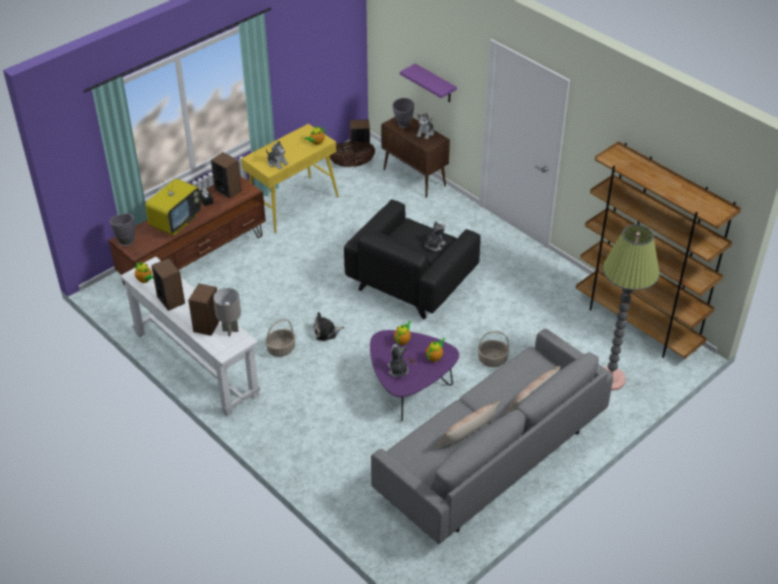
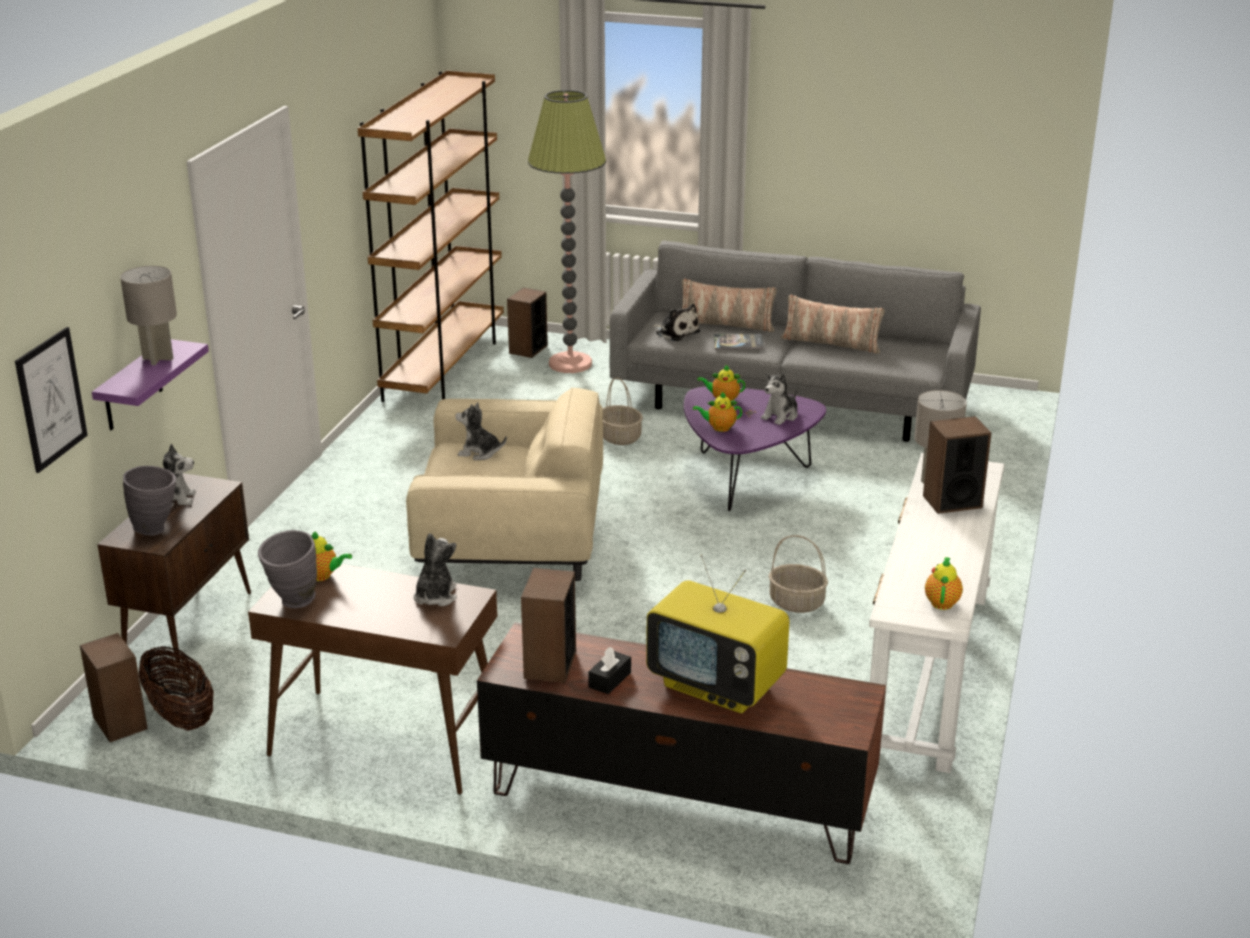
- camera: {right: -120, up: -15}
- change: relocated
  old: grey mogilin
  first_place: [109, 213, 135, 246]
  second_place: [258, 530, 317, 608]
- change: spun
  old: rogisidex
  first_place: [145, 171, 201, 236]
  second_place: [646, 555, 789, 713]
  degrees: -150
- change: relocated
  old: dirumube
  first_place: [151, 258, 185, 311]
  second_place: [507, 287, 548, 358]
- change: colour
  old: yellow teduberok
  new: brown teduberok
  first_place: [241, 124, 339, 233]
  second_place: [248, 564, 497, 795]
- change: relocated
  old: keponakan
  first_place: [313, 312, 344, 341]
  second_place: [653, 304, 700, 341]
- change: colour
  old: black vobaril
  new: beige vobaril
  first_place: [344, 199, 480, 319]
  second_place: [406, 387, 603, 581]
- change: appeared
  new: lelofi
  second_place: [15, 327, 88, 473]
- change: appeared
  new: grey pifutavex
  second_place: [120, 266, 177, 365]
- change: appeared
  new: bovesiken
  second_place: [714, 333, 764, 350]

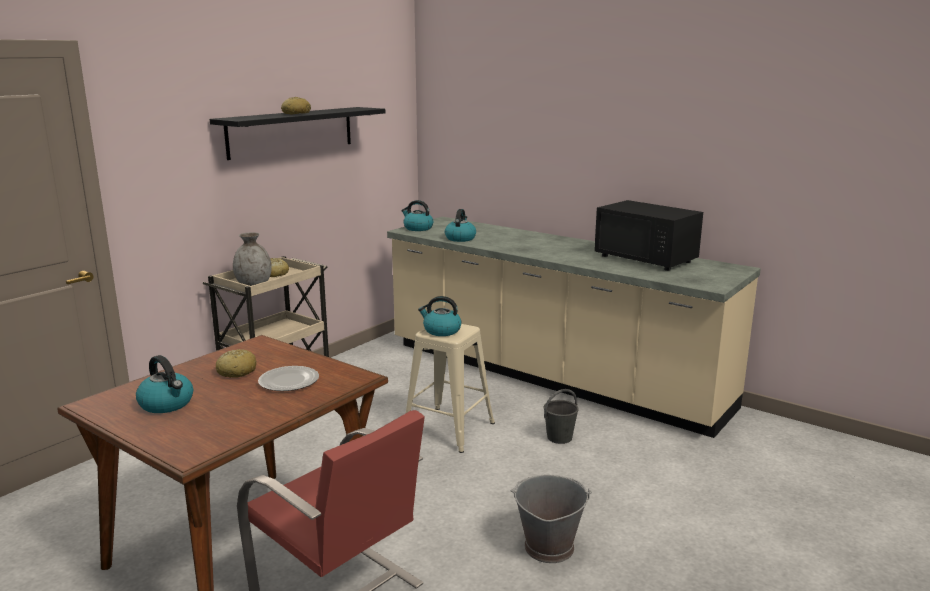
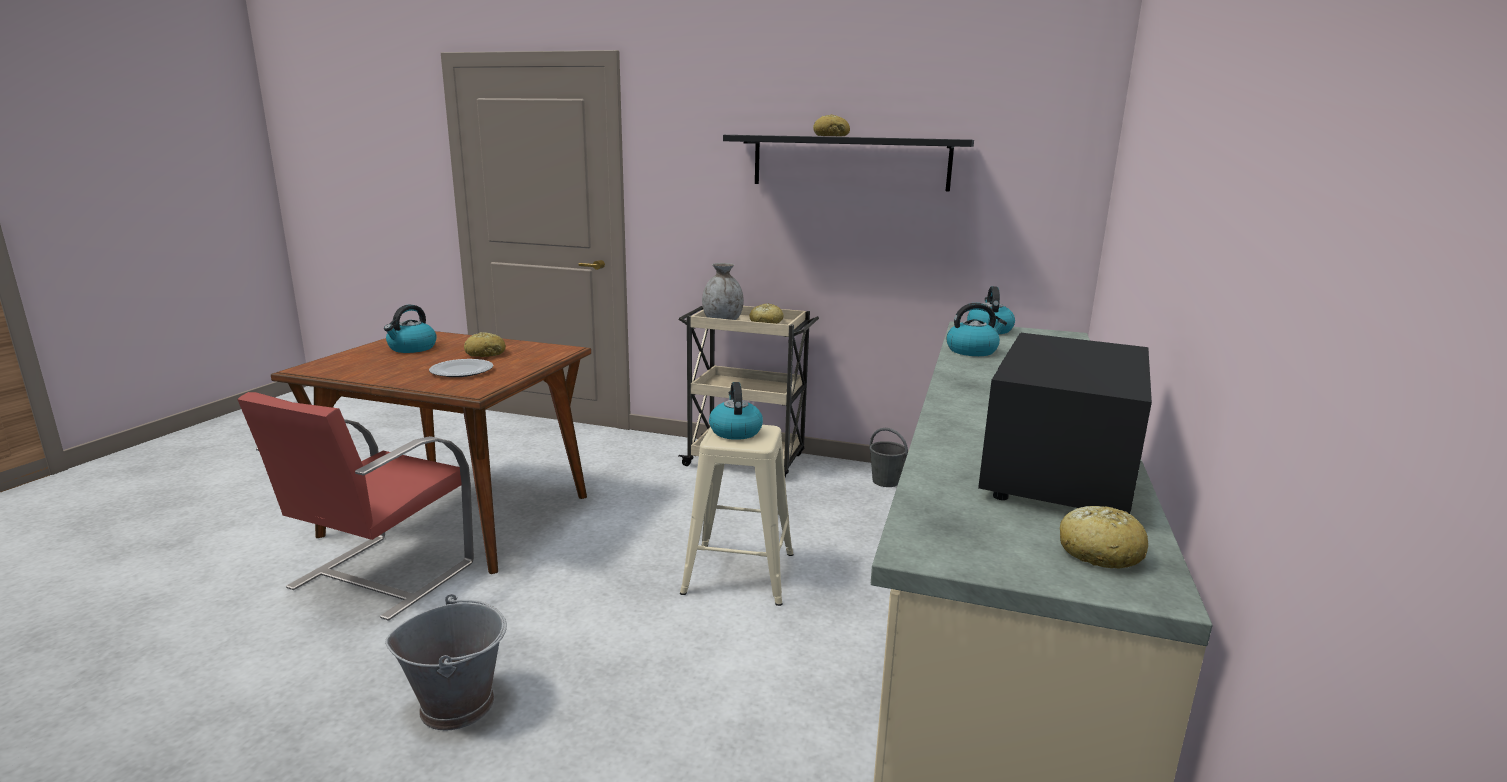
- camera: {right: 70, up: 0}
- change: relocated
  old: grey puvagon
  first_place: [543, 389, 579, 444]
  second_place: [869, 428, 908, 487]
- change: appeared
  new: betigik
  second_place: [1060, 506, 1148, 568]

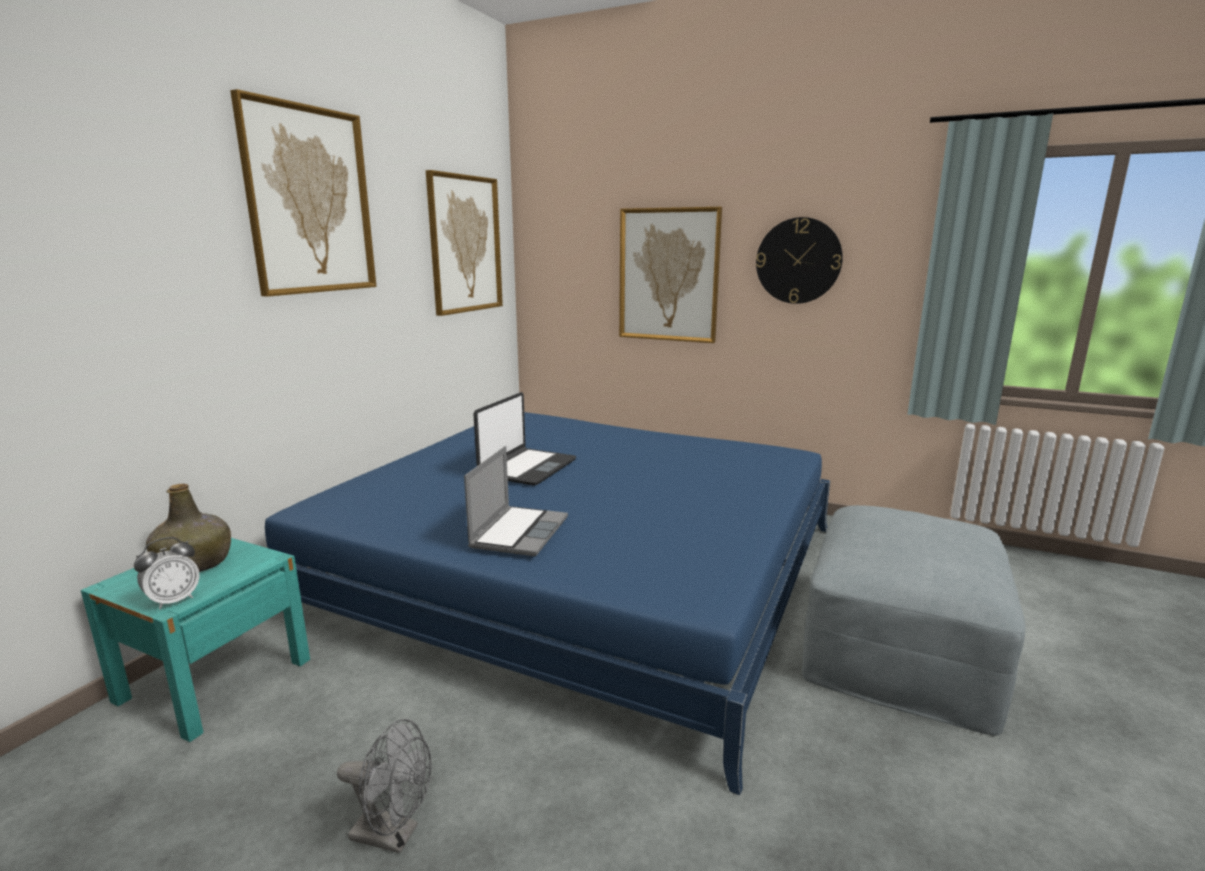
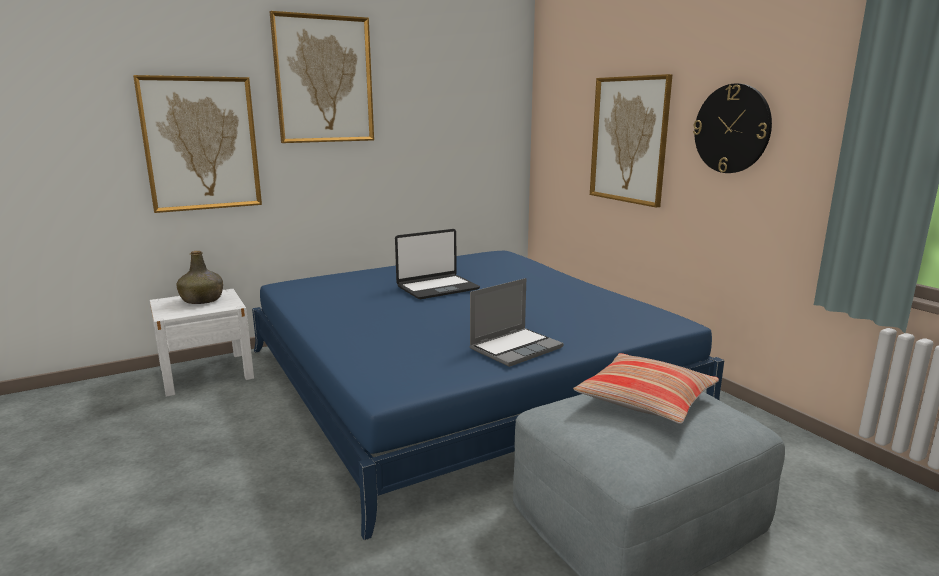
- camera: {right: 35, up: 0}
- change: colour
  old: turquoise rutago
  new: white rutago
  first_place: [81, 538, 310, 742]
  second_place: [150, 289, 254, 397]
- change: missing
  old: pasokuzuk
  first_place: [134, 537, 200, 610]
- change: missing
  old: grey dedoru
  first_place: [337, 719, 431, 853]
- change: relocated
  old: lelofi
  first_place: [426, 170, 503, 316]
  second_place: [133, 75, 262, 213]
- change: relocated
  old: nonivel
  first_place: [464, 446, 568, 557]
  second_place: [470, 278, 564, 367]
- change: appeared
  new: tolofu
  second_place: [573, 353, 719, 424]

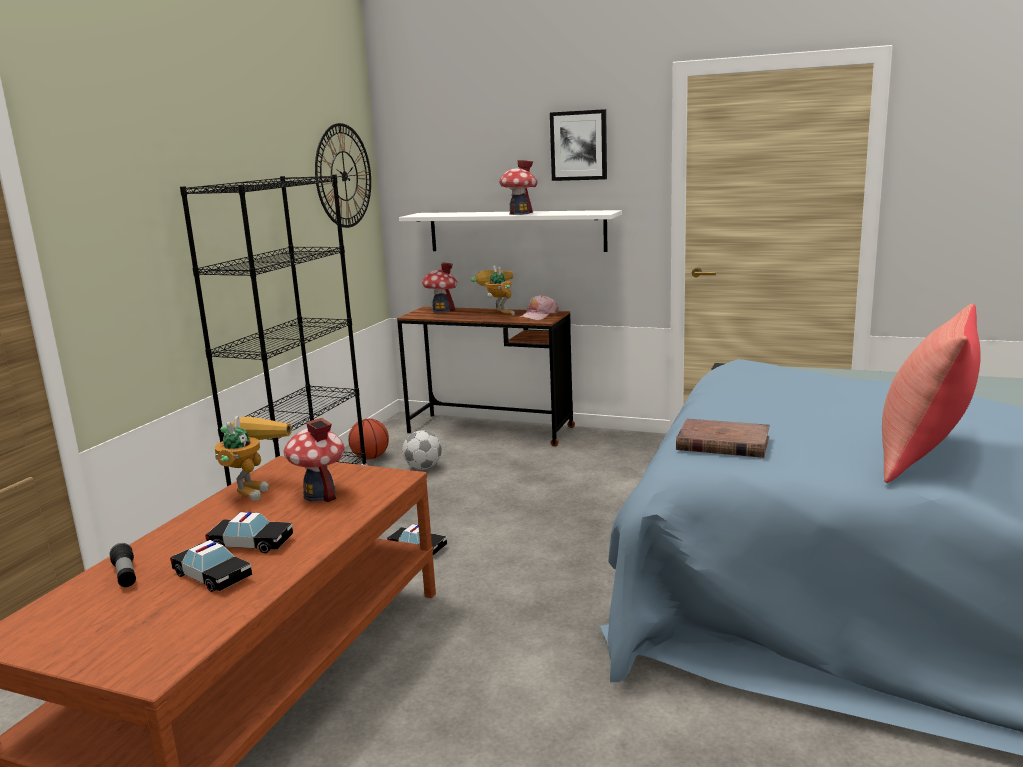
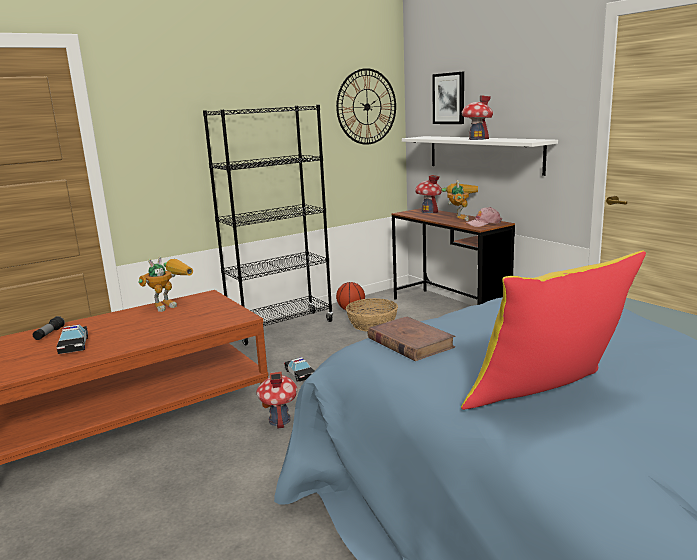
- camera: {right: 35, up: 0}
- change: missing
  old: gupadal
  first_place: [205, 512, 293, 553]
- change: relocated
  old: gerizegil
  first_place: [283, 418, 344, 502]
  second_place: [256, 372, 297, 429]
- change: exchanged
  old: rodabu
  new: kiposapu
  first_place: [402, 431, 442, 470]
  second_place: [346, 298, 398, 332]
- change: relocated
  old: lelofi
  first_place: [550, 109, 607, 181]
  second_place: [432, 72, 464, 124]
- change: colour
  old: red tolofu
  new: yellow tolofu
  first_place: [882, 304, 981, 483]
  second_place: [461, 251, 646, 410]

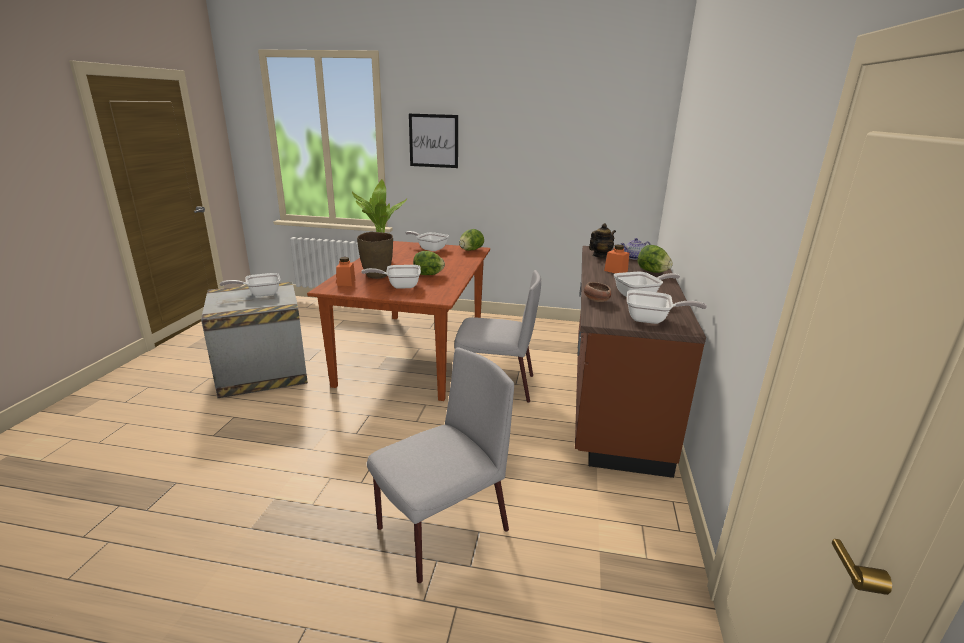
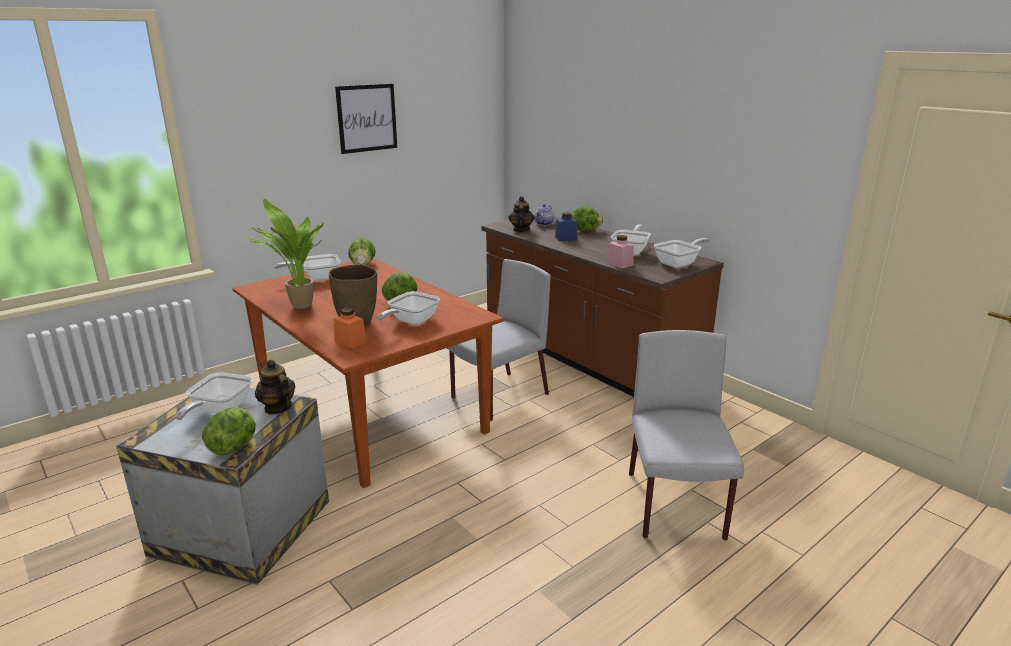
- camera: {right: -50, up: 0}
- change: relocated
  old: lelofi
  first_place: [409, 114, 458, 168]
  second_place: [335, 84, 397, 154]
- change: exchanged
  old: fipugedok
  new: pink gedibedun
  first_place: [584, 282, 611, 302]
  second_place: [607, 235, 634, 268]
- change: colour
  old: orange gedibedun
  new: blue gedibedun
  first_place: [604, 245, 629, 273]
  second_place: [555, 212, 577, 241]
- change: appeared
  new: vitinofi
  second_place: [202, 407, 256, 456]
- change: appeared
  new: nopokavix
  second_place: [255, 359, 295, 414]

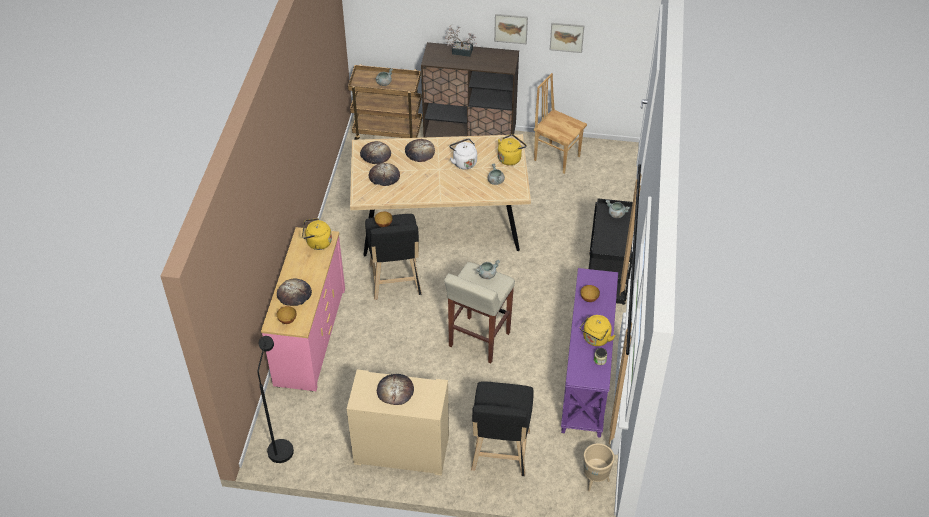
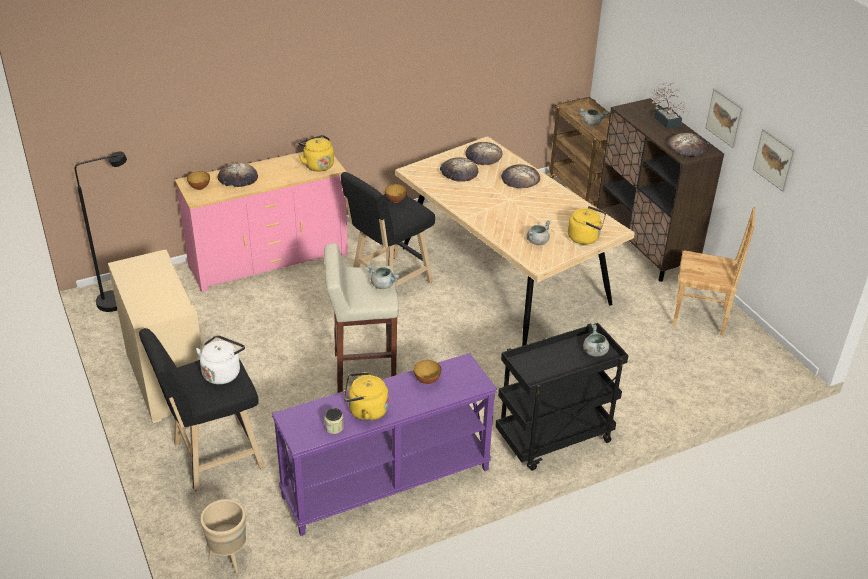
- camera: {right: 55, up: -10}
- change: relocated
  old: betigik
  first_place: [377, 374, 414, 405]
  second_place: [668, 133, 709, 157]
- change: relocated
  old: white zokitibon
  first_place: [450, 138, 477, 169]
  second_place: [196, 335, 245, 384]
- change: spun
  old: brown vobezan
  first_place: [534, 73, 587, 174]
  second_place: [673, 207, 755, 336]
  degrees: 105

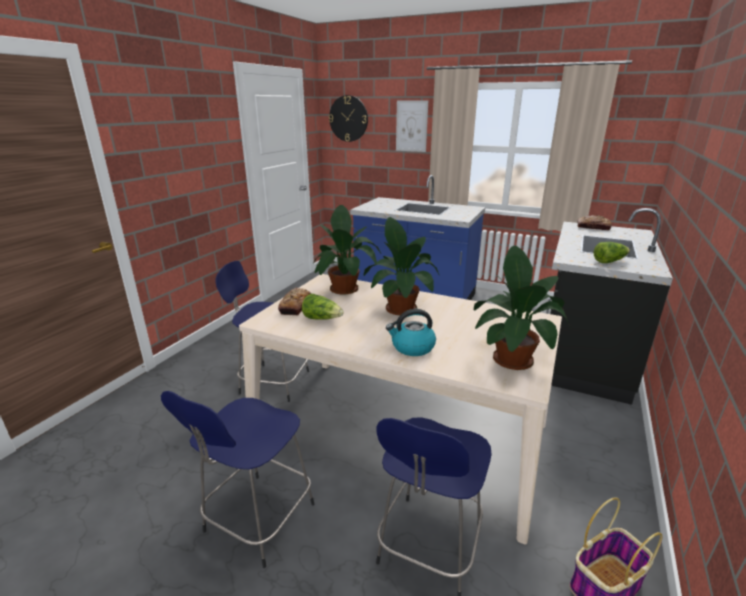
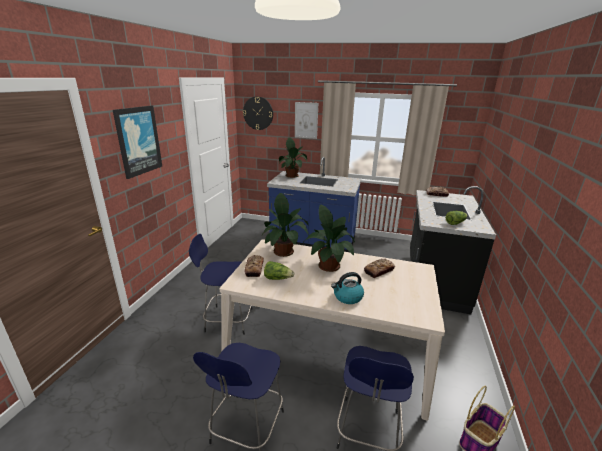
- camera: {right: -10, up: 0}
- change: relocated
  old: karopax
  first_place: [474, 246, 570, 370]
  second_place: [278, 137, 308, 178]
- change: appeared
  new: lelofi
  second_place: [113, 106, 162, 179]
- change: appeared
  new: betigik
  second_place: [364, 259, 395, 278]

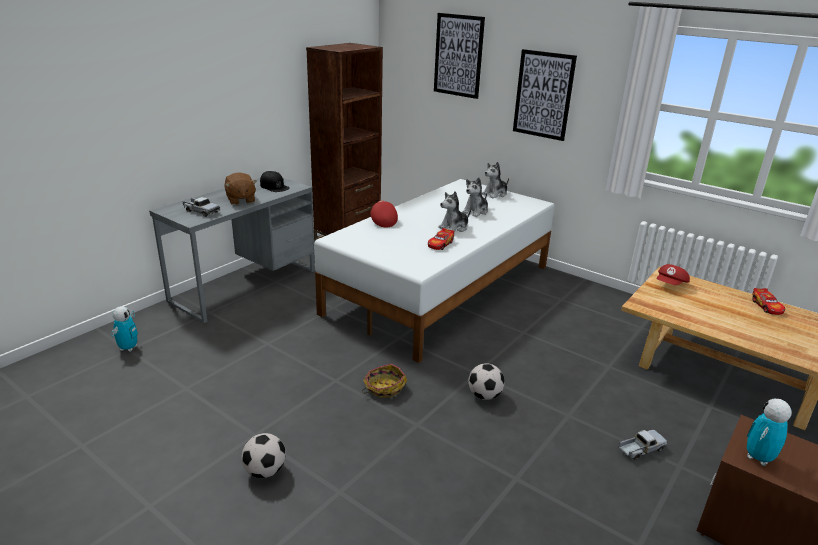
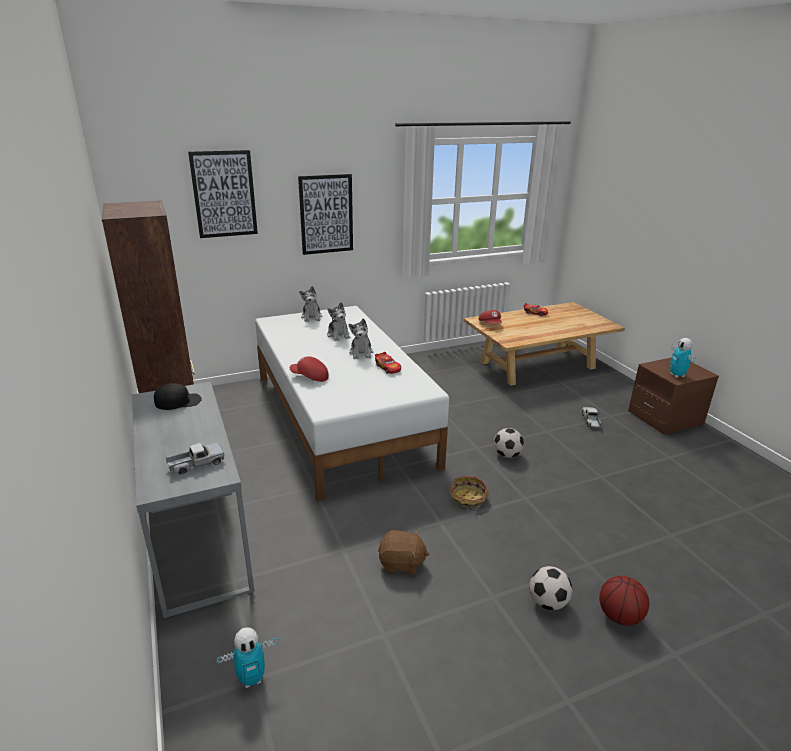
- camera: {right: -60, up: 0}
- change: spun
  old: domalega
  first_place: [111, 306, 138, 352]
  second_place: [216, 628, 278, 688]
  degrees: 120
- change: relocated
  old: brown keponakan
  first_place: [225, 172, 257, 205]
  second_place: [378, 530, 429, 575]
- change: appeared
  new: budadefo
  second_place: [599, 575, 649, 626]

